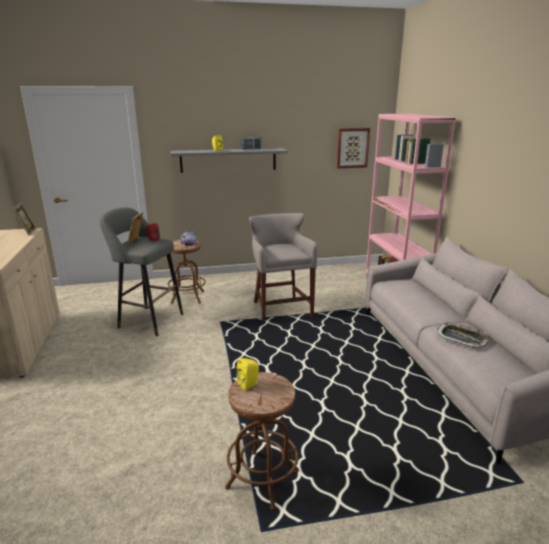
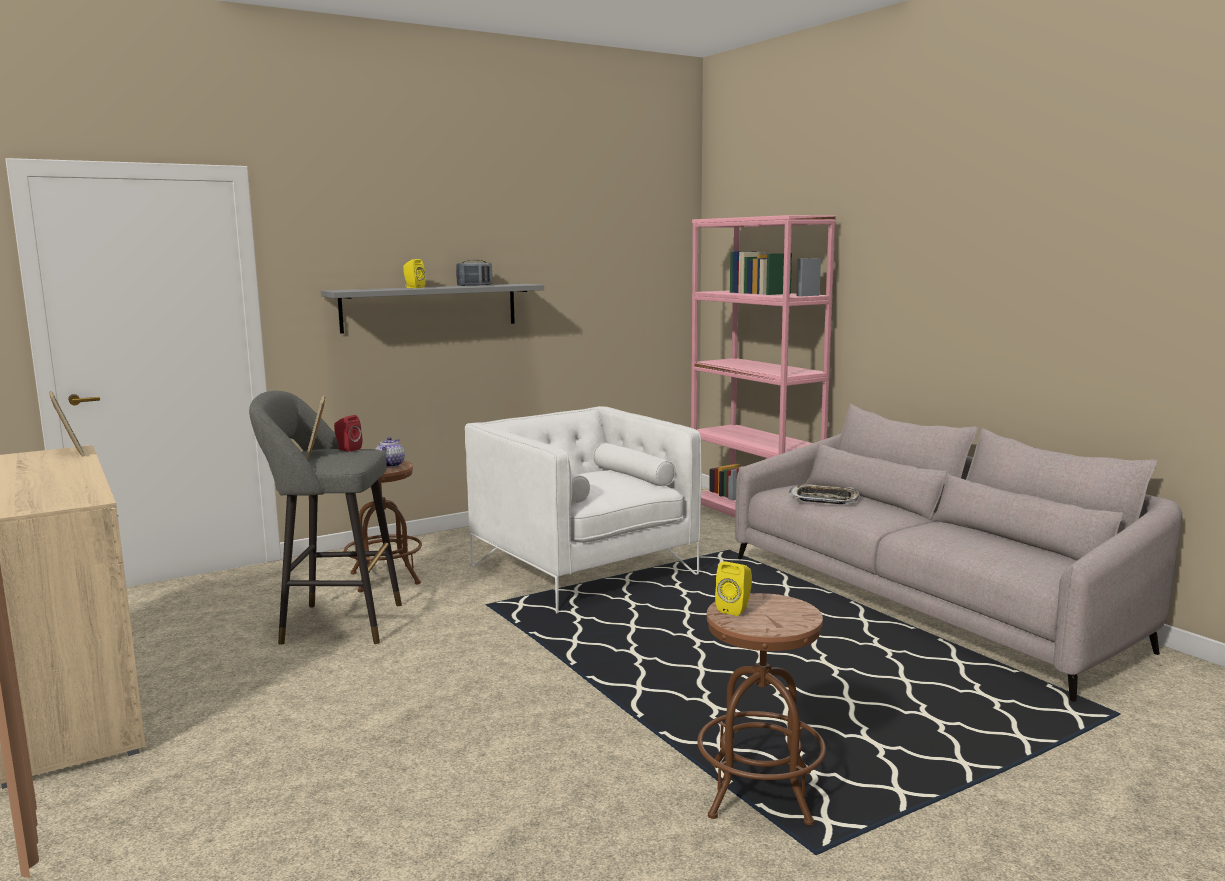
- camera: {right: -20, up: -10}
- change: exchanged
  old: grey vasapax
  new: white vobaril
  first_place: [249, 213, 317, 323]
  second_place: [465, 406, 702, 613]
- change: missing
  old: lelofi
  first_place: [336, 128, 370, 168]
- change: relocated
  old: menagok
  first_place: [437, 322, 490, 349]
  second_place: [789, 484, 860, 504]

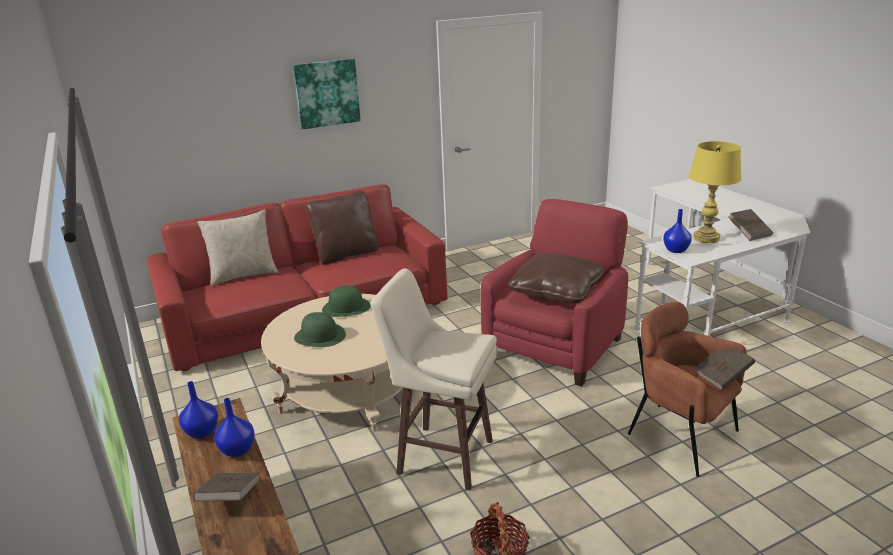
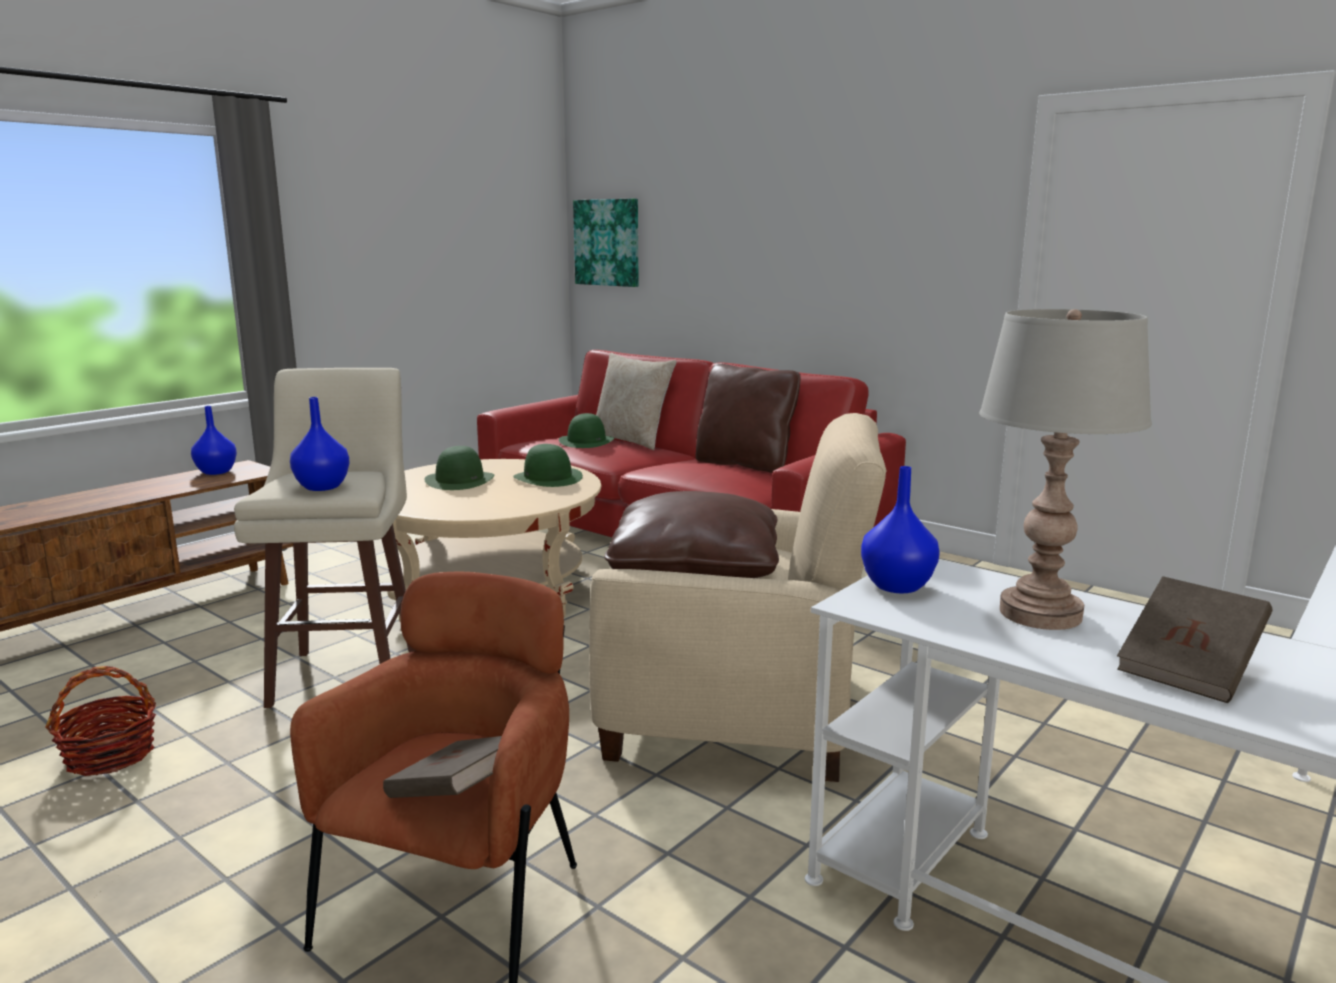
- camera: {right: 65, up: -10}
- change: missing
  old: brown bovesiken
  first_place: [193, 472, 260, 502]
- change: relocated
  old: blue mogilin
  first_place: [214, 398, 255, 457]
  second_place: [290, 397, 349, 491]
- change: relocated
  old: lelofi
  first_place: [293, 59, 361, 129]
  second_place: [573, 199, 639, 287]
- change: colour
  old: red vobaril
  new: beige vobaril
  first_place: [481, 199, 628, 387]
  second_place: [589, 413, 886, 782]
- change: colour
  old: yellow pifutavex
  new: grey pifutavex
  first_place: [689, 141, 742, 243]
  second_place: [979, 309, 1152, 630]
- change: appeared
  new: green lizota
  second_place: [559, 413, 614, 448]

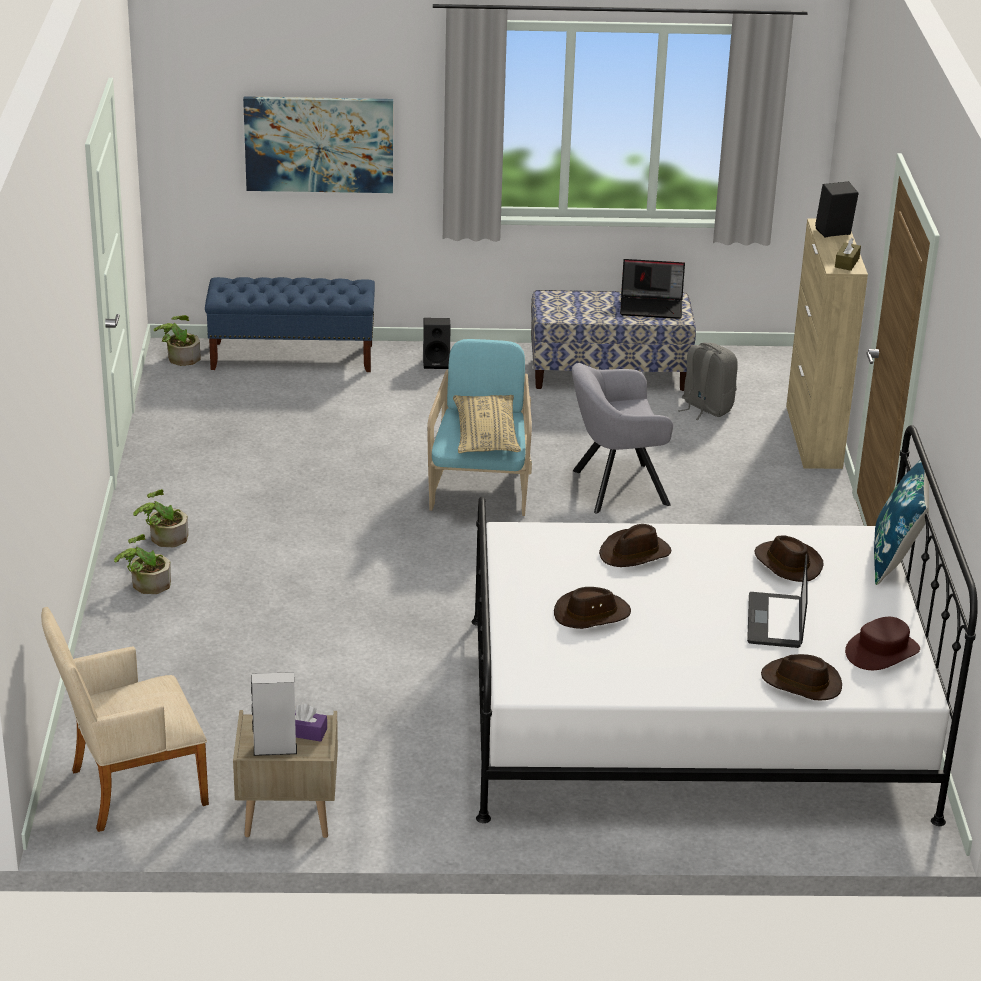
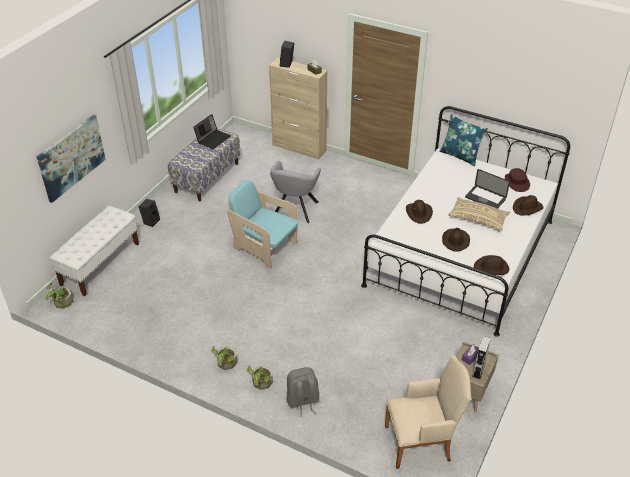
- camera: {right: -60, up: 10}
- change: spun
  old: beige vobaril
  first_place: [41, 607, 209, 832]
  second_place: [385, 355, 471, 469]
  degrees: -105
- change: colour
  old: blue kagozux
  new: white kagozux
  first_place: [205, 277, 375, 372]
  second_place: [49, 206, 139, 296]
- change: relocated
  old: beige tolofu
  first_place: [453, 395, 521, 453]
  second_place: [448, 197, 510, 231]
- change: relocated
  old: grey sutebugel
  first_place: [678, 342, 738, 420]
  second_place: [287, 367, 319, 417]
- change: relocated
  old: brown lizota
  first_place: [754, 535, 823, 582]
  second_place: [474, 255, 509, 275]

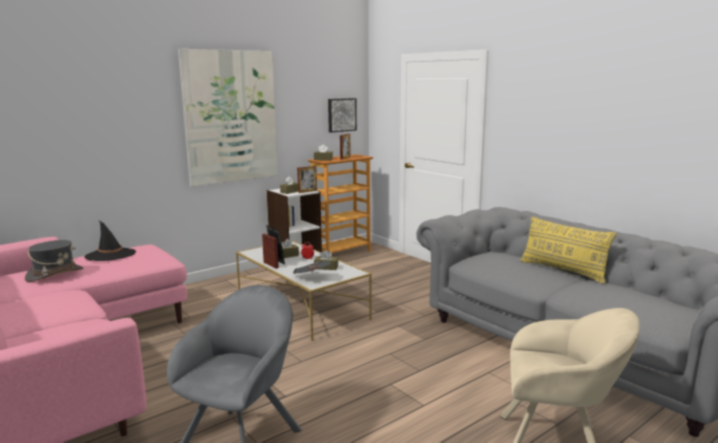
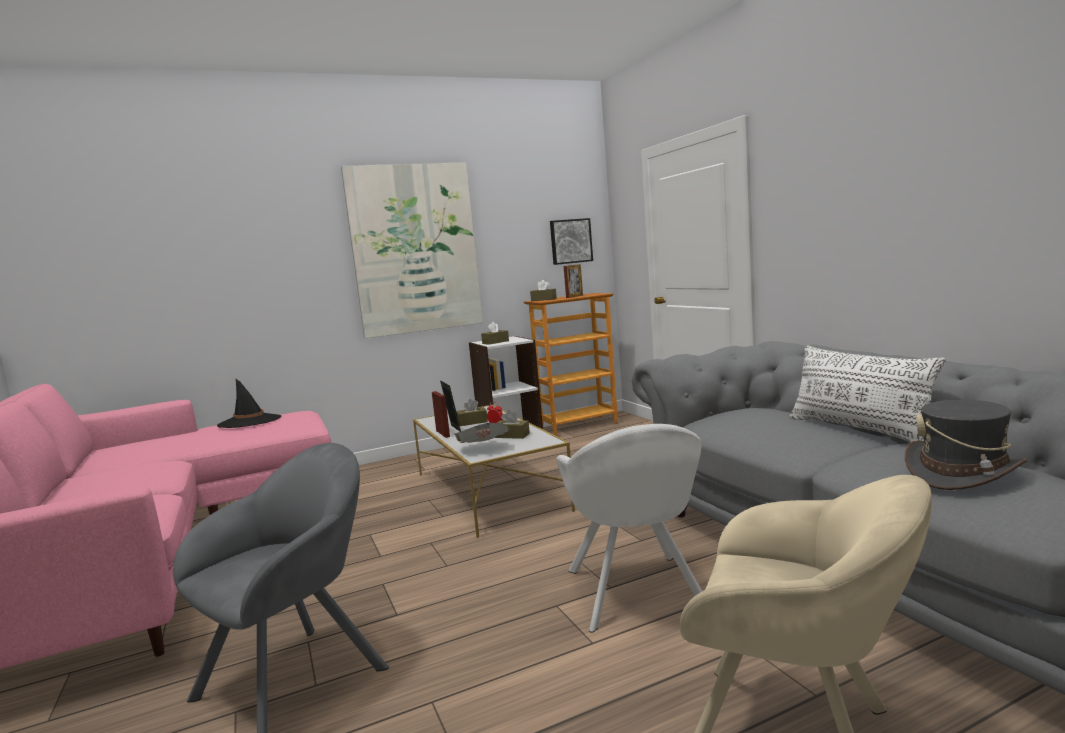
- camera: {right: 15, up: -5}
- change: relocated
  old: grey lizota
  first_place: [25, 240, 83, 282]
  second_place: [905, 400, 1028, 490]
- change: missing
  old: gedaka
  first_place: [297, 166, 317, 193]
- change: colour
  old: yellow tolofu
  new: white tolofu
  first_place: [520, 216, 617, 283]
  second_place: [790, 346, 946, 443]
- change: appeared
  new: white vobaril
  second_place: [556, 424, 702, 633]

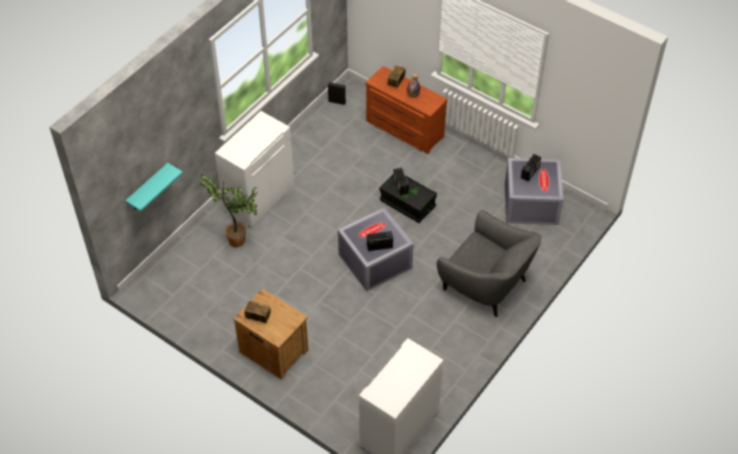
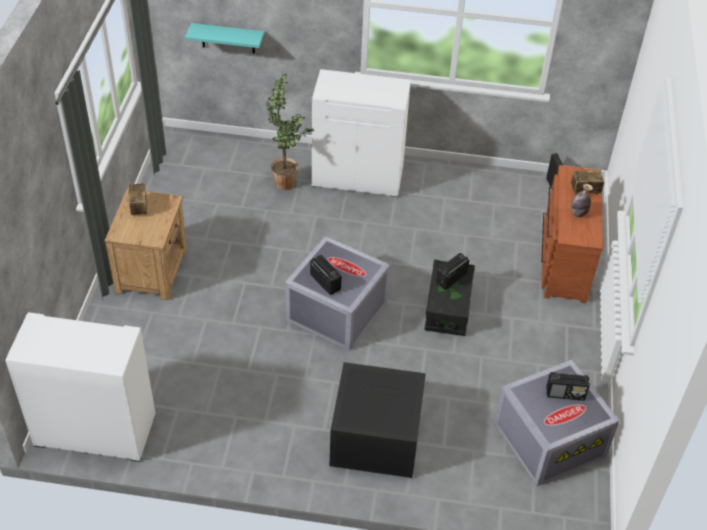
- camera: {right: 60, up: -5}
- change: exchanged
  old: grey vobaril
  new: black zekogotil
  first_place: [437, 210, 541, 317]
  second_place: [330, 362, 426, 478]

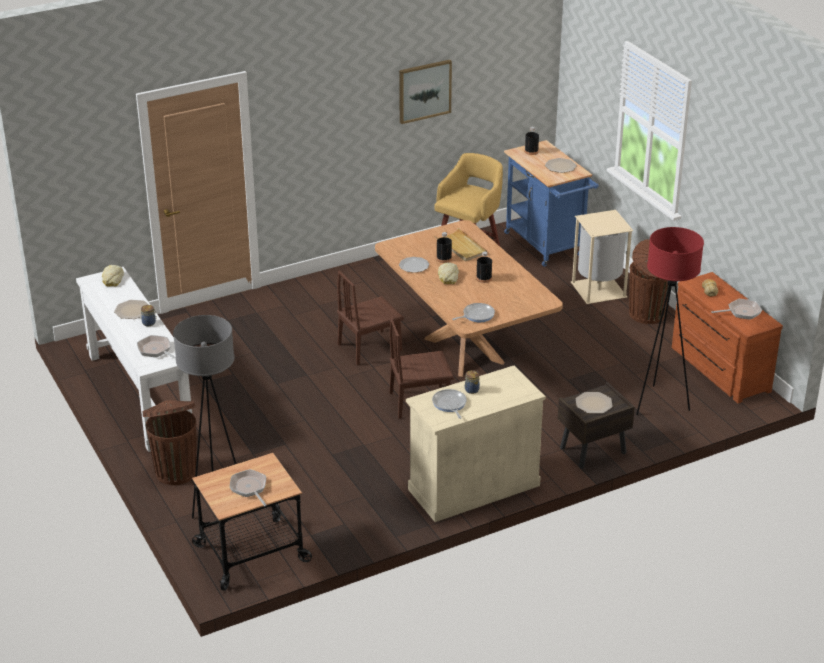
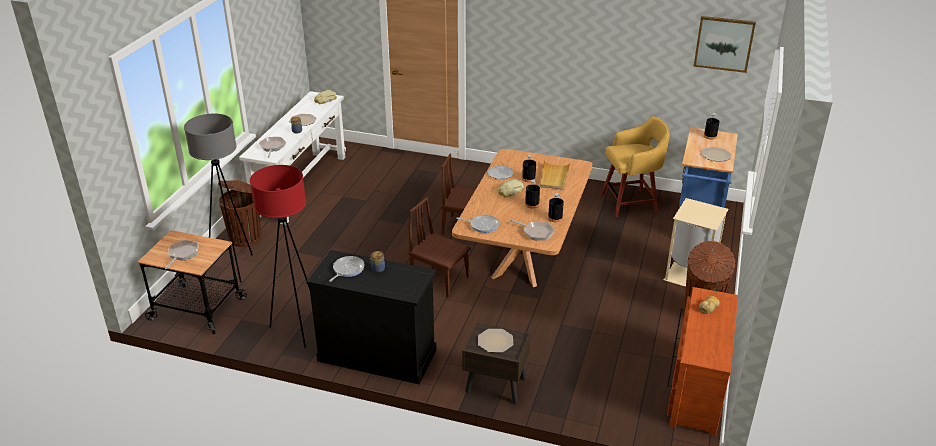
- camera: {right: 45, up: 0}
- change: relocated
  old: lelofi
  first_place: [399, 60, 452, 124]
  second_place: [693, 16, 756, 73]
- change: colour
  old: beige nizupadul
  new: black nizupadul
  first_place: [406, 366, 546, 522]
  second_place: [306, 250, 437, 384]
- change: relocated
  old: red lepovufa
  first_place: [636, 227, 704, 415]
  second_place: [250, 165, 310, 348]
- change: relocated
  old: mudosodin
  first_place: [711, 299, 762, 320]
  second_place: [510, 220, 555, 241]
- change: appeared
  new: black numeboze
  second_place: [548, 193, 564, 222]

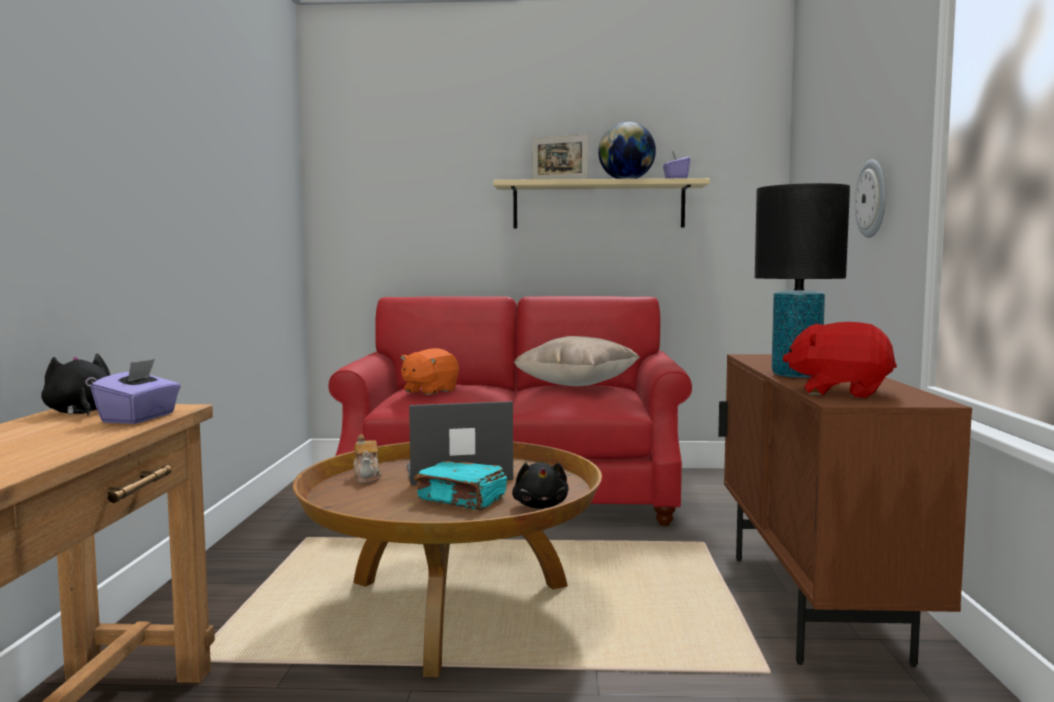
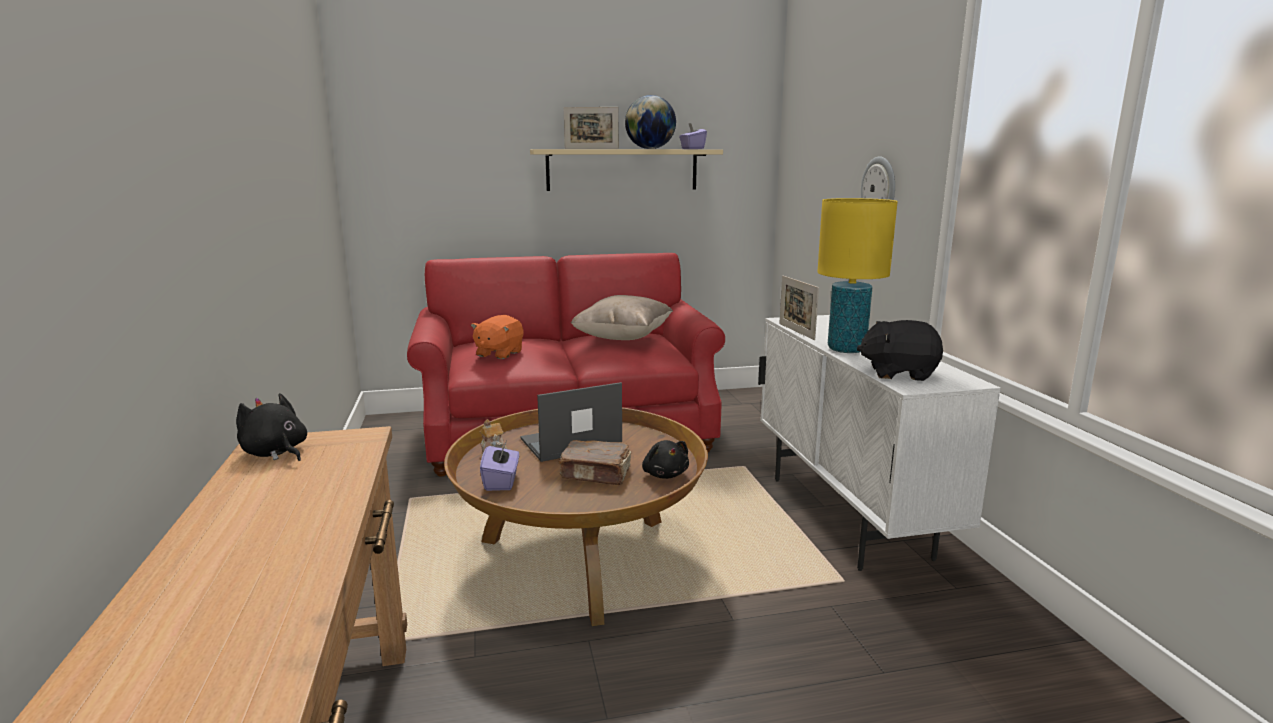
- camera: {right: -15, up: 10}
- change: relocated
  old: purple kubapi
  first_place: [91, 359, 181, 424]
  second_place: [480, 441, 519, 491]
- change: colour
  old: turquoise bovesiken
  new: brown bovesiken
  first_place: [414, 461, 507, 510]
  second_place: [558, 440, 631, 485]
- change: colour
  old: brown nizupadul
  new: white nizupadul
  first_place: [718, 354, 972, 667]
  second_place: [758, 315, 1001, 571]
- change: colour
  old: black pifutavex
  new: yellow pifutavex
  first_place: [755, 183, 850, 378]
  second_place: [818, 198, 898, 353]
- change: colour
  old: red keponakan
  new: black keponakan
  first_place: [782, 322, 897, 398]
  second_place: [857, 320, 943, 381]
- change: appeared
  new: gedaka
  second_place: [779, 276, 819, 340]

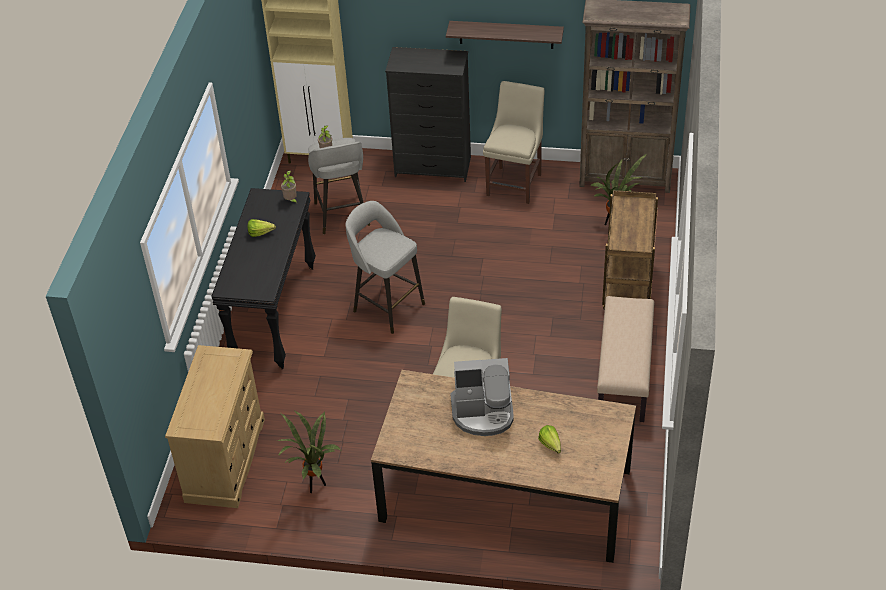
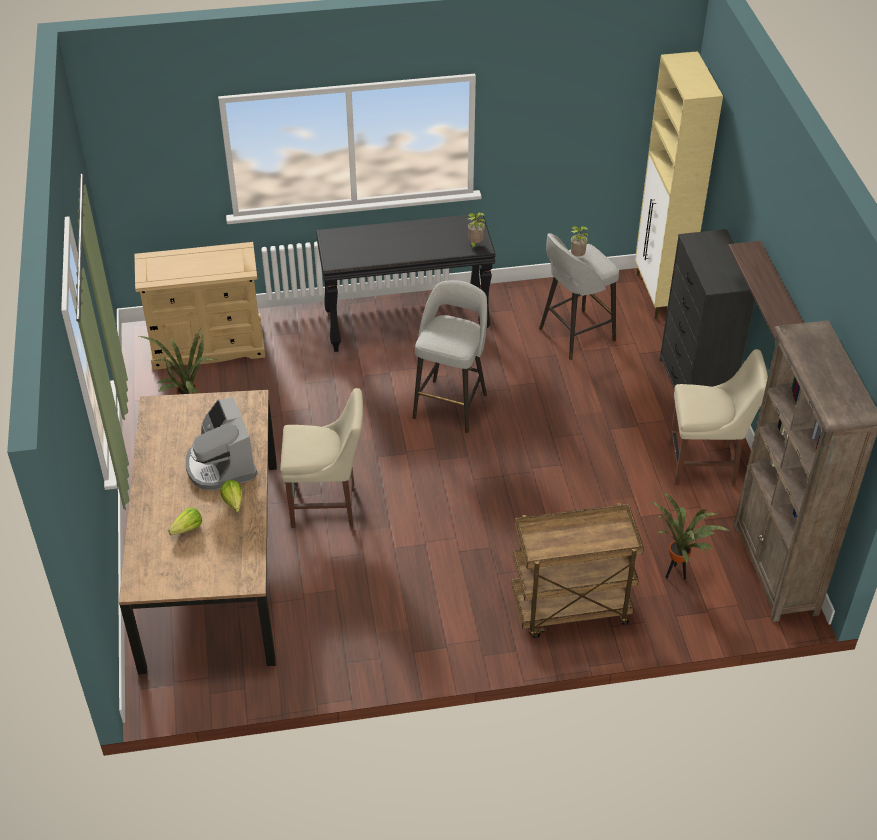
- camera: {right: 70, up: 0}
- change: relocated
  old: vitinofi
  first_place: [248, 219, 276, 237]
  second_place: [221, 480, 242, 512]
- change: missing
  old: beige kagozux
  first_place: [597, 296, 654, 422]

